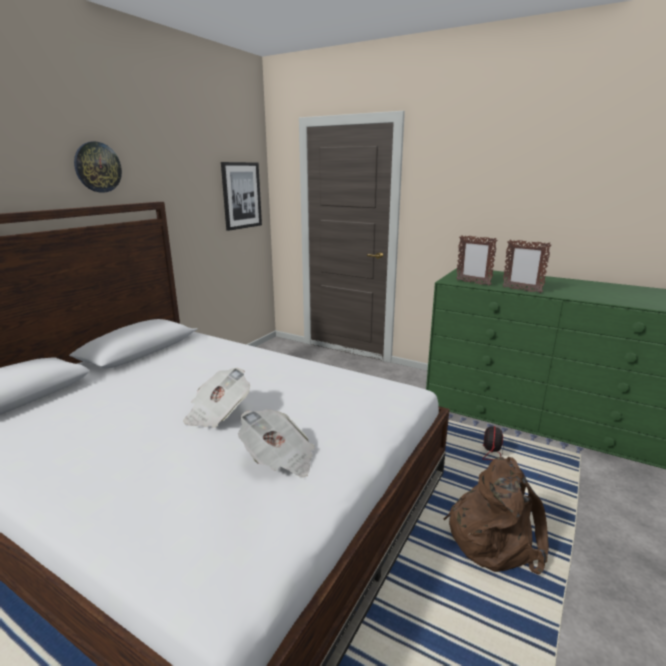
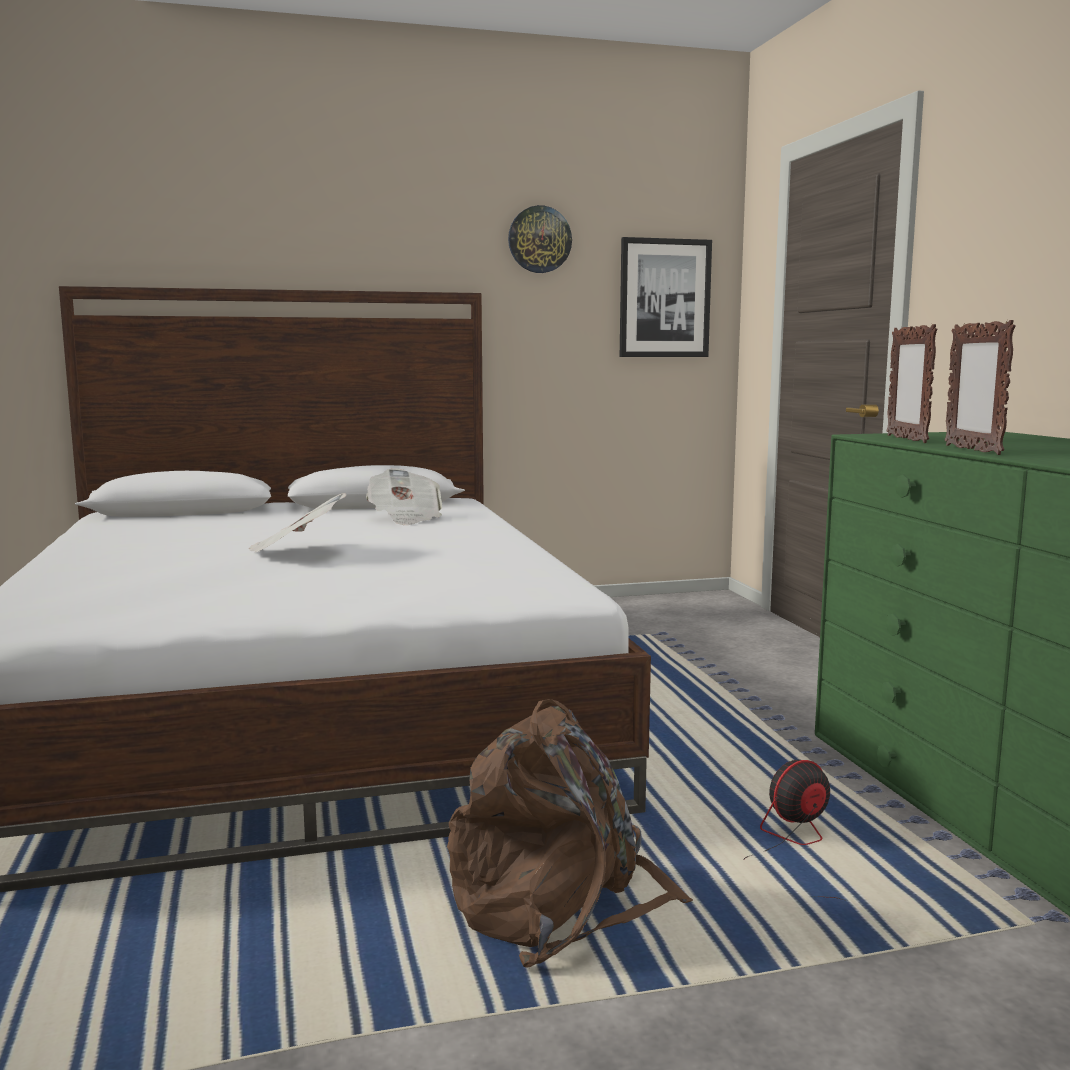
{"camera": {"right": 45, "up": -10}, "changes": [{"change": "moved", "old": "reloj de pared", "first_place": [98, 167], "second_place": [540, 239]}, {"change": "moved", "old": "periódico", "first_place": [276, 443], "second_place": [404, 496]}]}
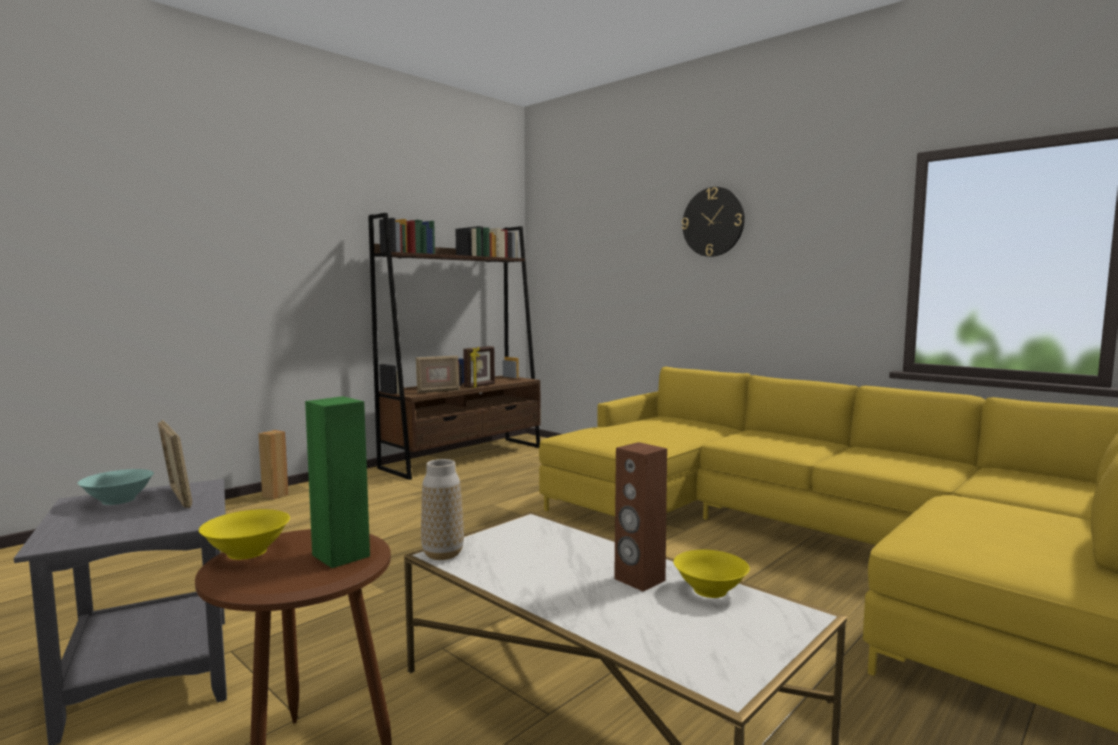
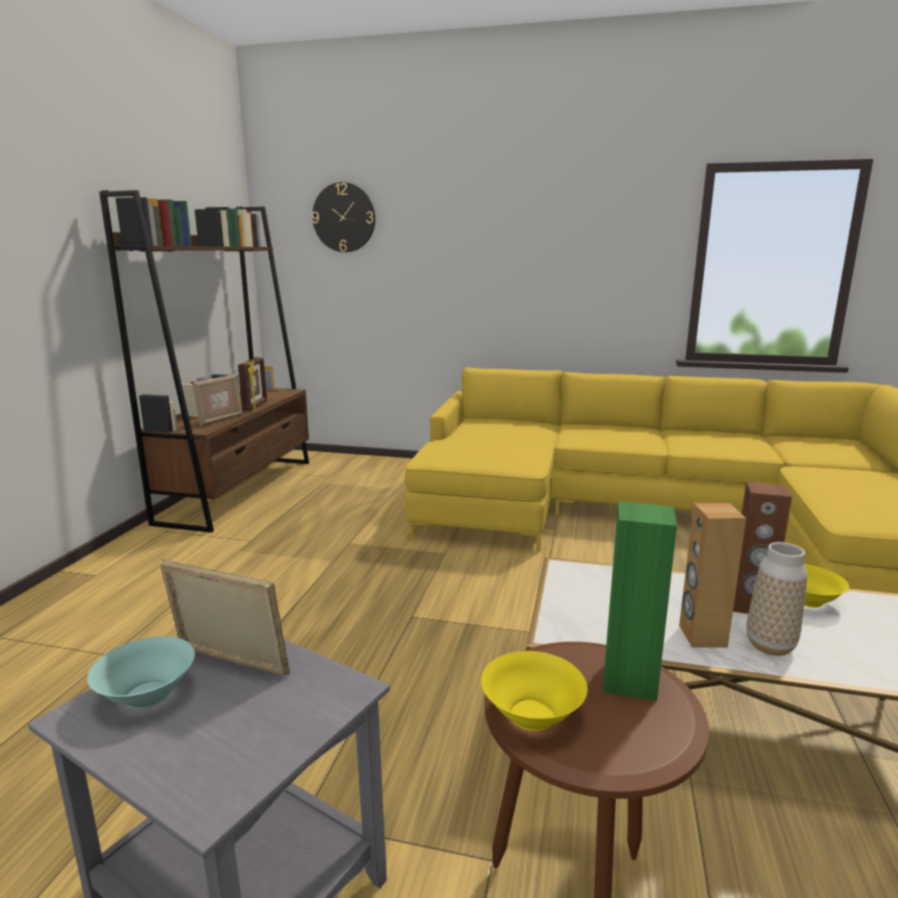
{"camera": {"right": -30, "up": 10}, "changes": [{"change": "moved", "old": "altavoz (marrón)", "first_place": [273, 464], "second_place": [712, 575]}, {"change": "moved", "old": "florero", "first_place": [442, 509], "second_place": [777, 599]}, {"change": "moved", "old": "reloj de pared", "first_place": [713, 222], "second_place": [343, 217]}]}
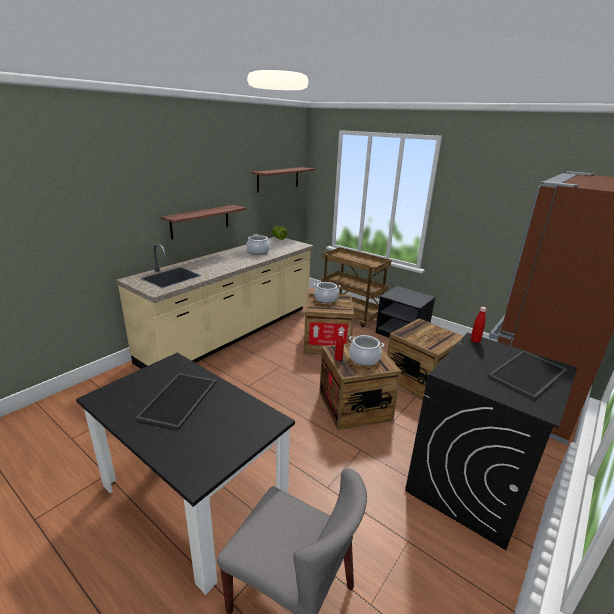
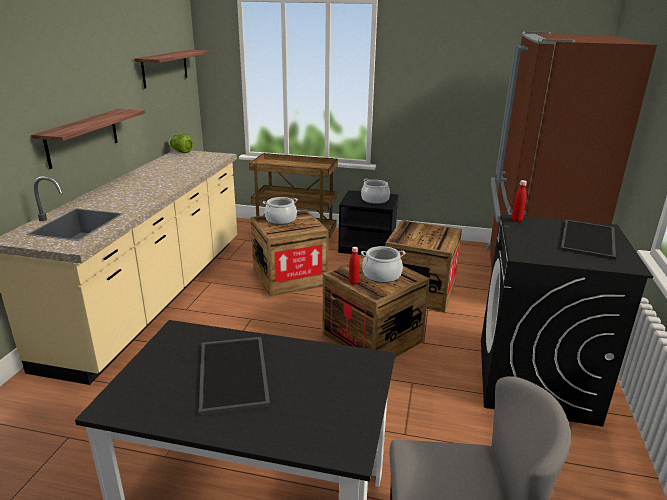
{"camera": {"right": -25, "up": 0}, "changes": [{"change": "moved", "old": "olla", "first_place": [258, 244], "second_place": [375, 191]}]}
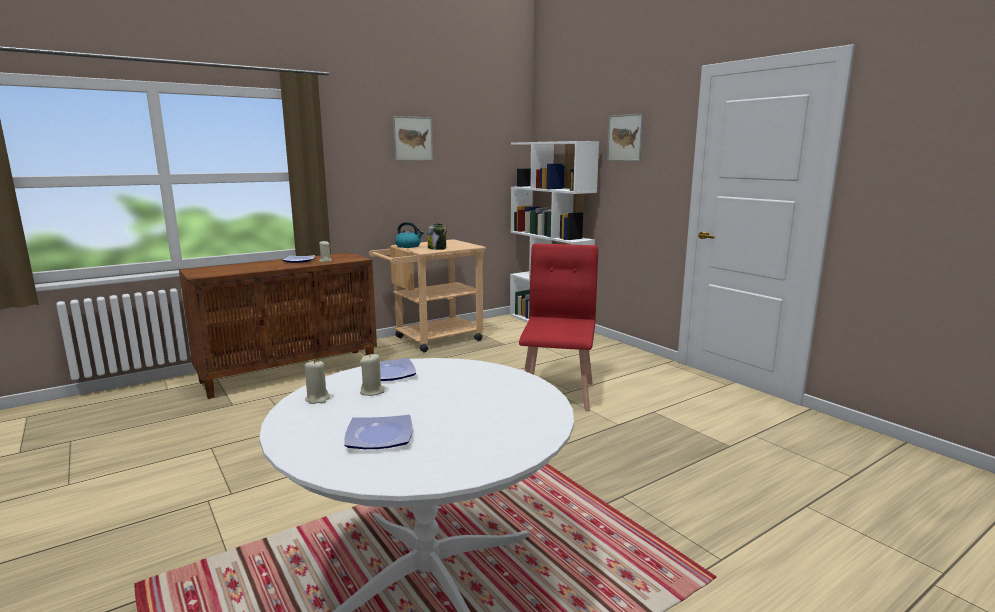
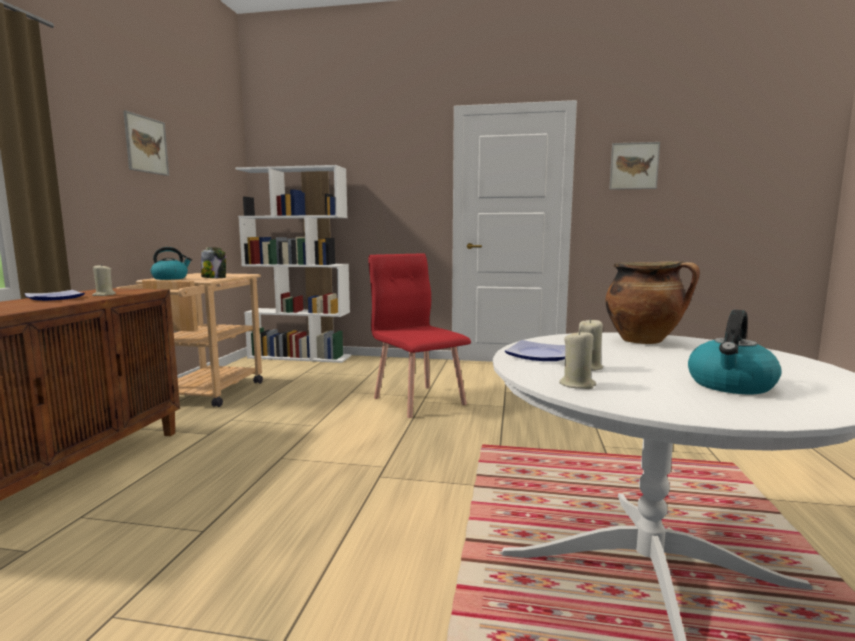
{"camera": {"right": -45, "up": -5}, "changes": [{"change": "replaced", "old": "plato", "new": "hervidor", "first_place": [378, 432], "second_place": [734, 352]}, {"change": "moved", "old": "cuadro", "first_place": [625, 137], "second_place": [634, 166]}, {"change": "added", "new": "olla", "second_place": [653, 302]}]}
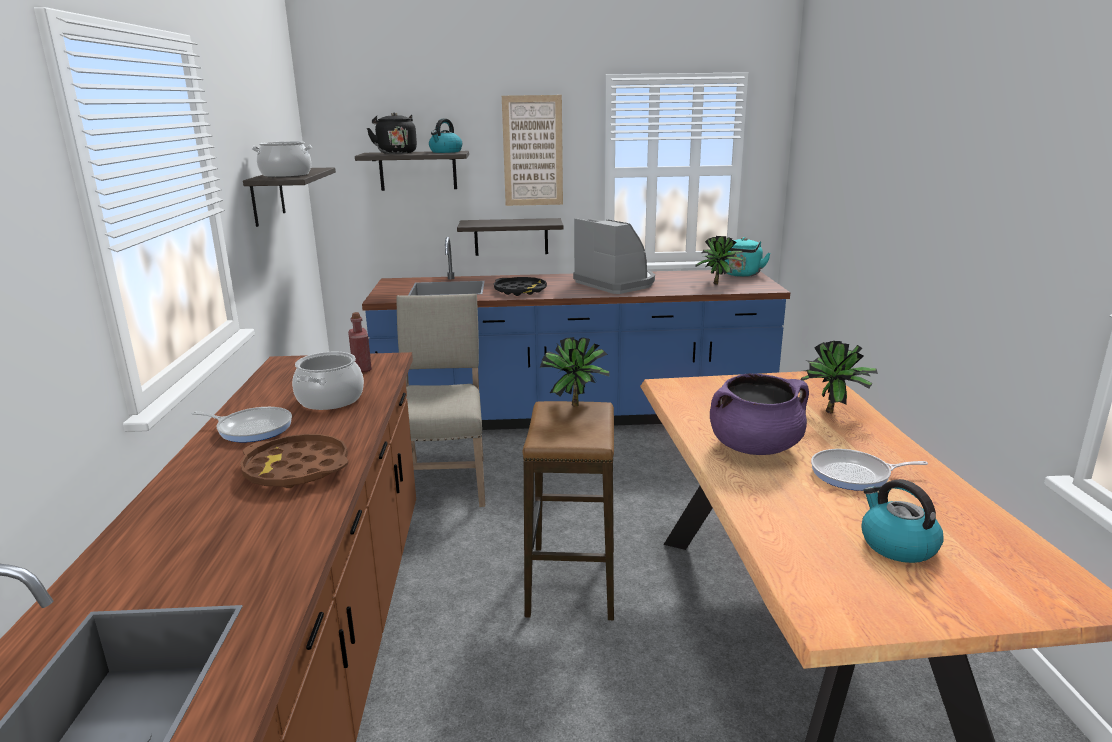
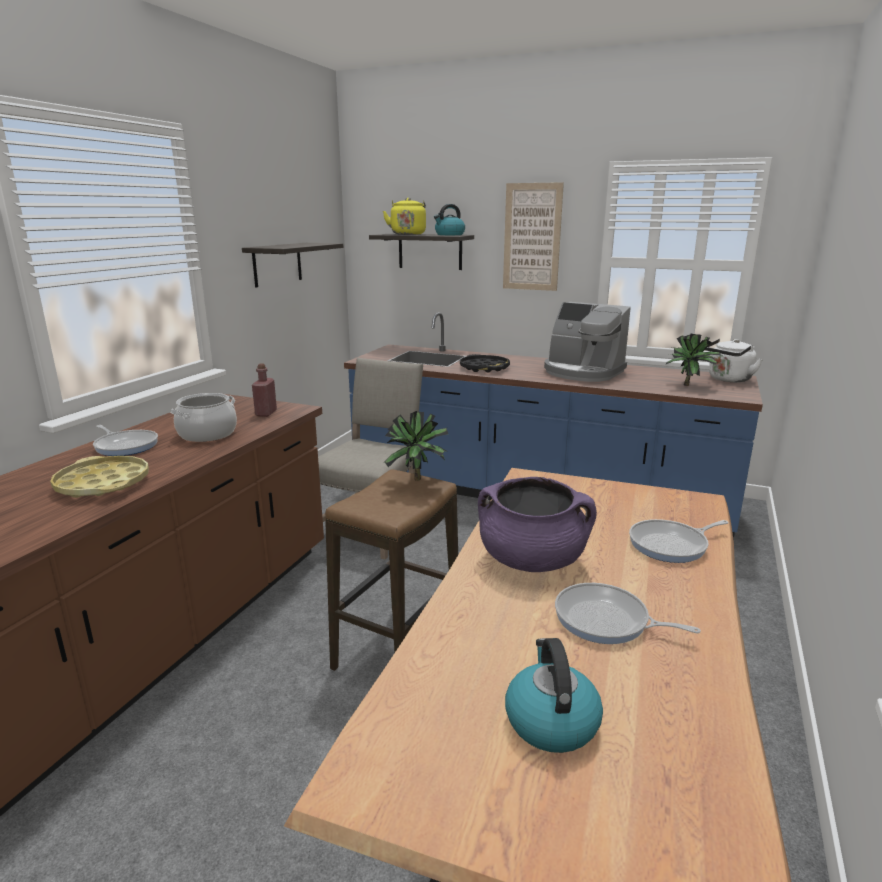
{"camera": {"right": 25, "up": 0}, "changes": [{"change": "recoloured", "old": "bandeja (marrón)", "new": "bandeja (amarillo)", "first_place": [294, 461], "second_place": [99, 477]}, {"change": "removed", "old": "olla", "first_place": [282, 159]}, {"change": "recoloured", "old": "hervidor (negro)", "new": "hervidor (amarillo)", "first_place": [392, 133], "second_place": [404, 216]}, {"change": "removed", "old": "estante", "first_place": [510, 237]}, {"change": "turned", "old": "cafetera", "first_place": [614, 256], "second_place": [587, 342], "degrees": 135}, {"change": "recoloured", "old": "hervidor (turquesa)", "new": "hervidor (blanco)", "first_place": [747, 257], "second_place": [734, 360]}, {"change": "replaced", "old": "planta en maceta", "new": "sartén", "first_place": [839, 377], "second_place": [679, 541]}]}
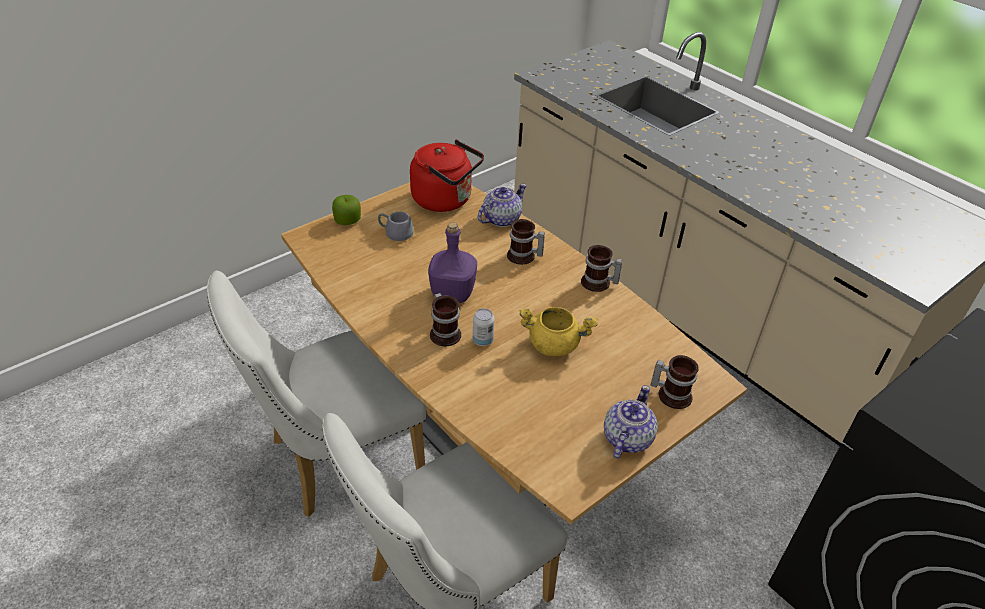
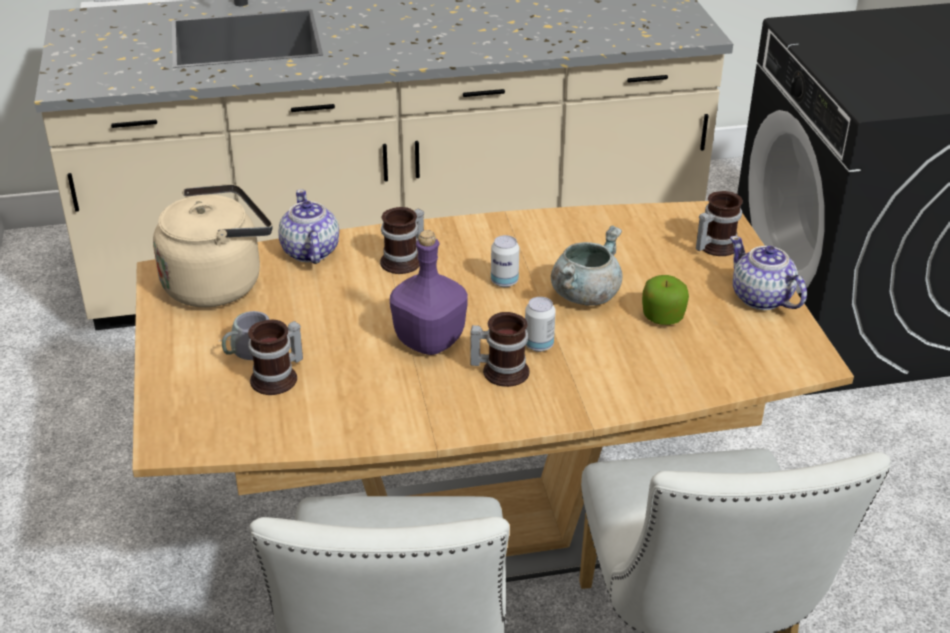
{"camera": {"right": -60, "up": -5}, "changes": [{"change": "moved", "old": "manzana", "first_place": [346, 210], "second_place": [665, 300]}, {"change": "recoloured", "old": "hervidor (rojo)", "new": "hervidor (beis)", "first_place": [447, 176], "second_place": [213, 245]}, {"change": "recoloured", "old": "olla (amarillo)", "new": "olla (gris)", "first_place": [559, 331], "second_place": [586, 265]}, {"change": "moved", "old": "taza grande", "first_place": [601, 268], "second_place": [275, 357]}, {"change": "added", "new": "lata", "second_place": [505, 261]}]}
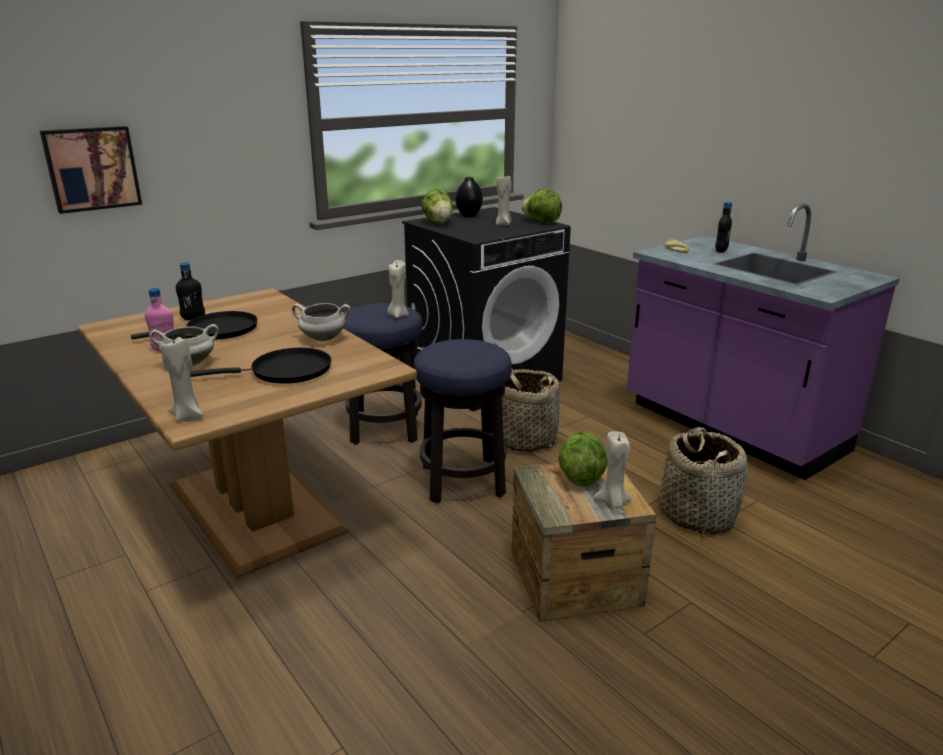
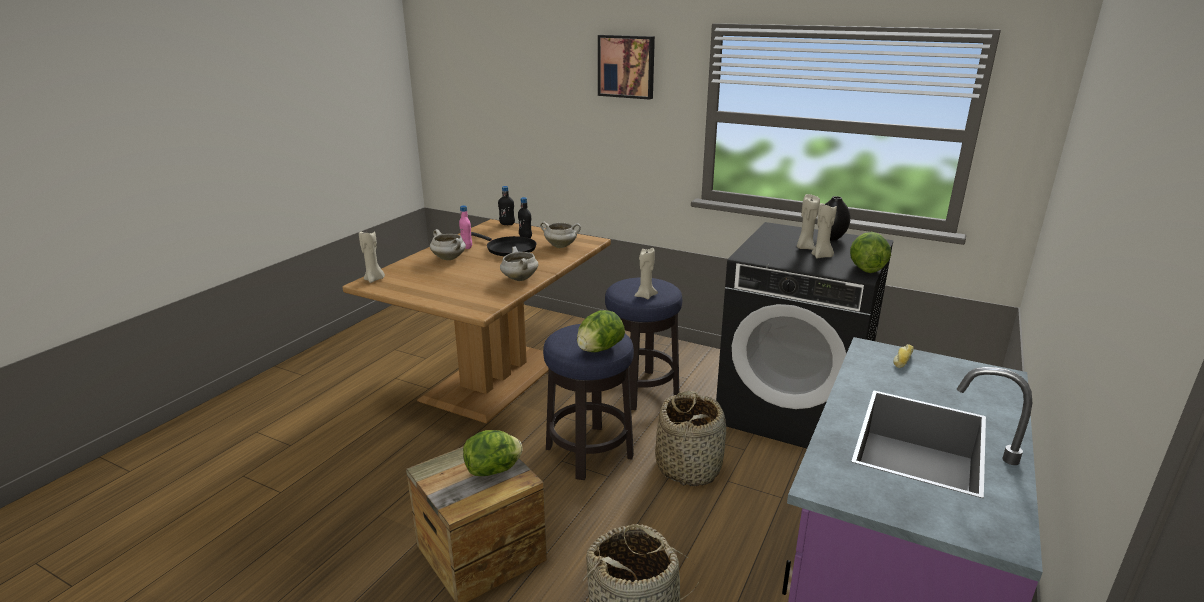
{"camera": {"right": 65, "up": 0}, "changes": [{"change": "moved", "old": "cuadro", "first_place": [91, 170], "second_place": [626, 67]}, {"change": "removed", "old": "sartén (negro)", "first_place": [260, 366]}, {"change": "moved", "old": "lechuga", "first_place": [437, 206], "second_place": [601, 331]}, {"change": "moved", "old": "vela (beis)", "first_place": [613, 470], "second_place": [808, 222]}, {"change": "moved", "old": "botella (negro)", "first_place": [723, 227], "second_place": [506, 205]}, {"change": "added", "new": "olla (blanco)", "second_place": [560, 234]}]}
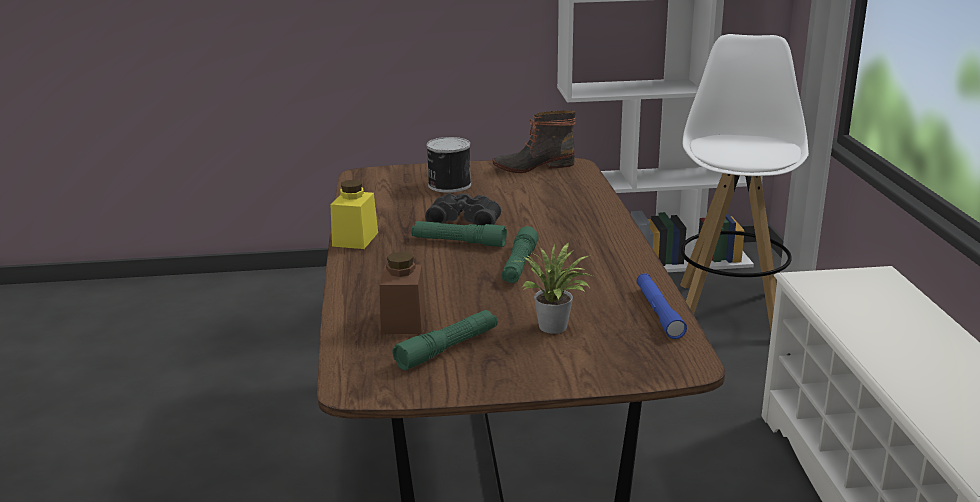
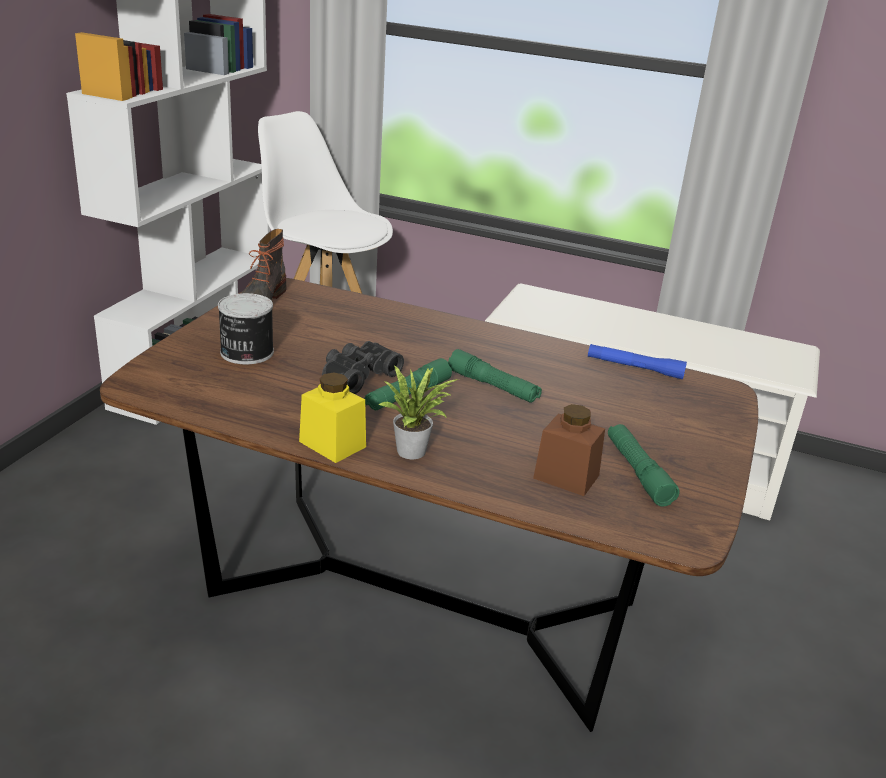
{"camera": {"right": -65, "up": 5}, "changes": [{"change": "moved", "old": "planta en maceta", "first_place": [552, 288], "second_place": [417, 412]}]}
